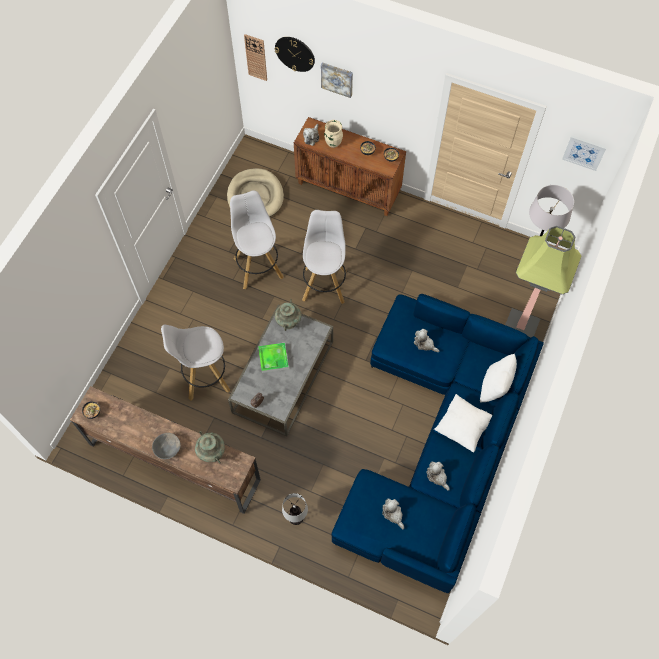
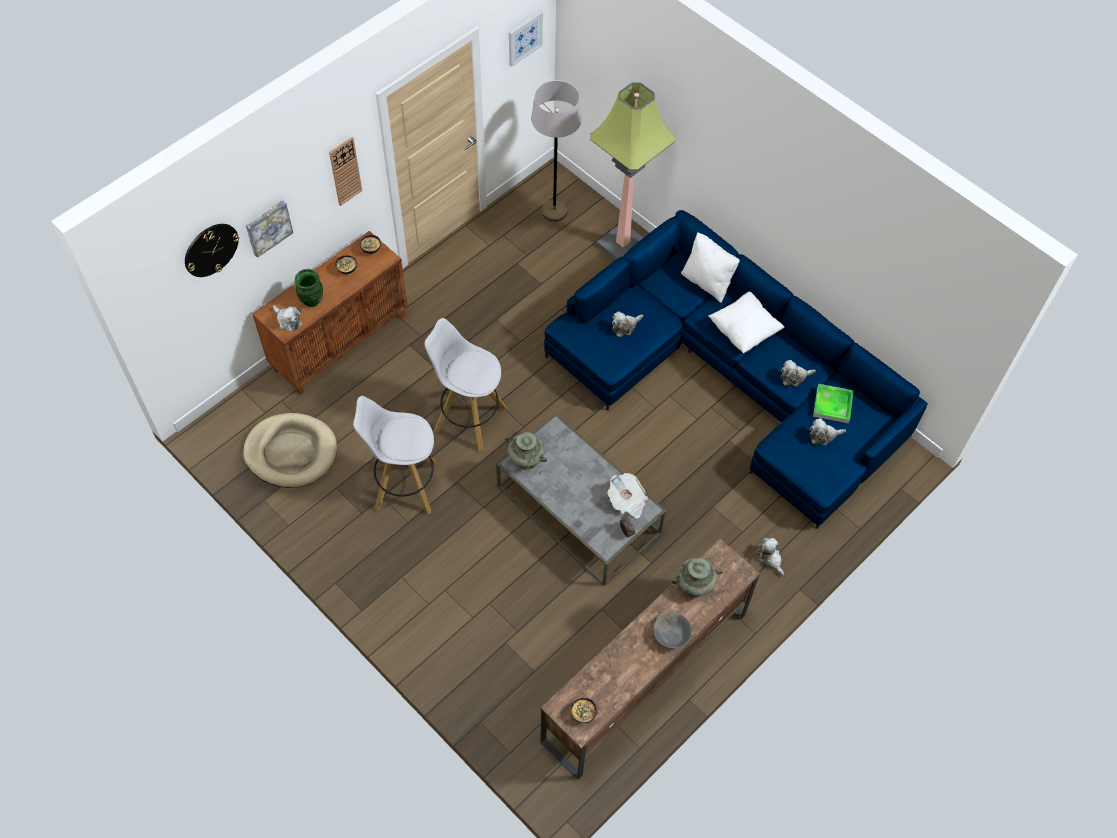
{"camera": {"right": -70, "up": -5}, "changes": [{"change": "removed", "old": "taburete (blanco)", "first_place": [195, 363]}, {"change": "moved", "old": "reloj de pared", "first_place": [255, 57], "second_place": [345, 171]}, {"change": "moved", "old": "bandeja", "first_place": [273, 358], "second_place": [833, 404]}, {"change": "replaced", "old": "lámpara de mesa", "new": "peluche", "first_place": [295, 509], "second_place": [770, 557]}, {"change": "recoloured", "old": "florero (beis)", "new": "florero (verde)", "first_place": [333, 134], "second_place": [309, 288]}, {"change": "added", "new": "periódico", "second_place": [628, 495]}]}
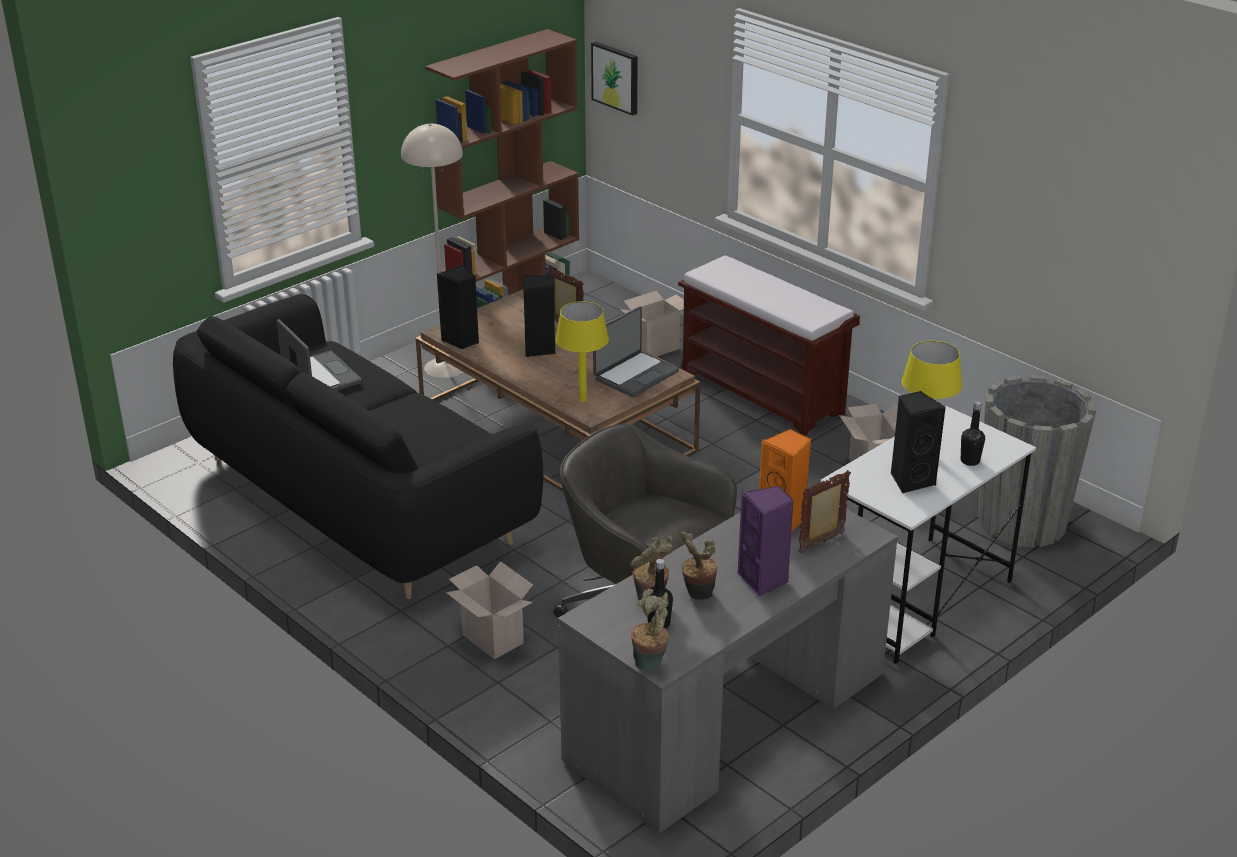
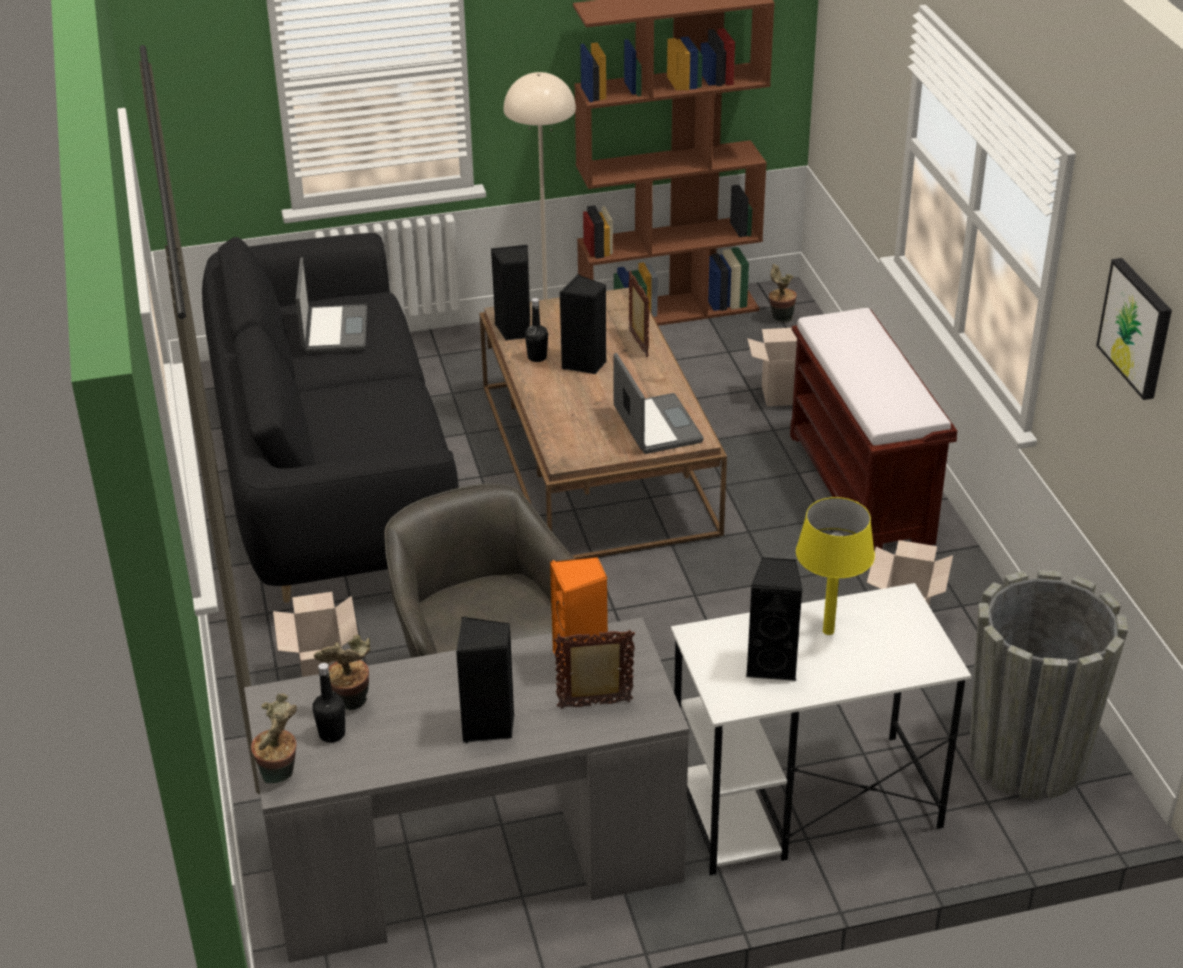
{"camera": {"right": 30, "up": 5}, "changes": [{"change": "removed", "old": "lámpara de mesa (amarillo)", "first_place": [582, 351]}, {"change": "moved", "old": "cuadro", "first_place": [614, 79], "second_place": [1134, 329]}, {"change": "turned", "old": "portátil", "first_place": [636, 351], "second_place": [658, 403], "degrees": -90}, {"change": "moved", "old": "planta en maceta", "first_place": [699, 566], "second_place": [783, 293]}, {"change": "recoloured", "old": "altavoz (morado)", "new": "altavoz (negro)", "first_place": [765, 541], "second_place": [485, 679]}, {"change": "moved", "old": "botella (negro)", "first_place": [973, 433], "second_place": [536, 330]}]}
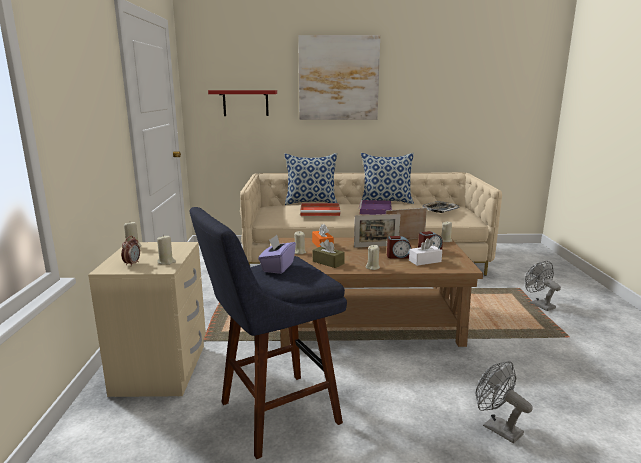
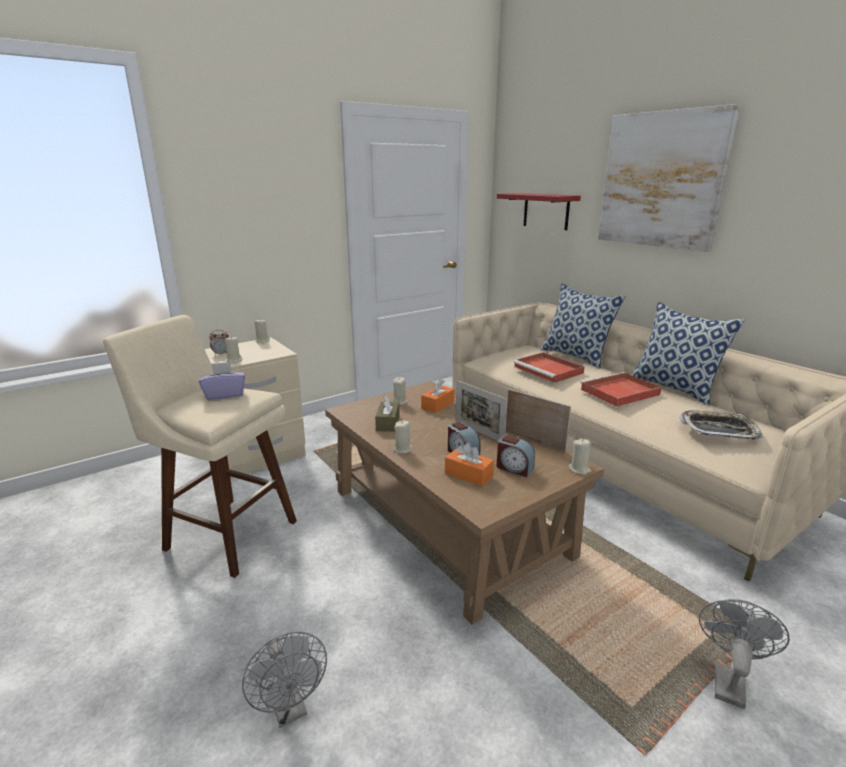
{"camera": {"right": 55, "up": 5}, "changes": [{"change": "recoloured", "old": "taburete (azul)", "new": "taburete (beis)", "first_place": [268, 333], "second_place": [200, 446]}, {"change": "recoloured", "old": "bandeja (morado)", "new": "bandeja (rojo)", "first_place": [375, 207], "second_place": [621, 389]}, {"change": "recoloured", "old": "caja de pañuelos (blanco)", "new": "caja de pañuelos (naranja)", "first_place": [425, 252], "second_place": [469, 464]}, {"change": "turned", "old": "ventilador (gris)", "first_place": [504, 402], "second_place": [284, 680], "degrees": 135}]}
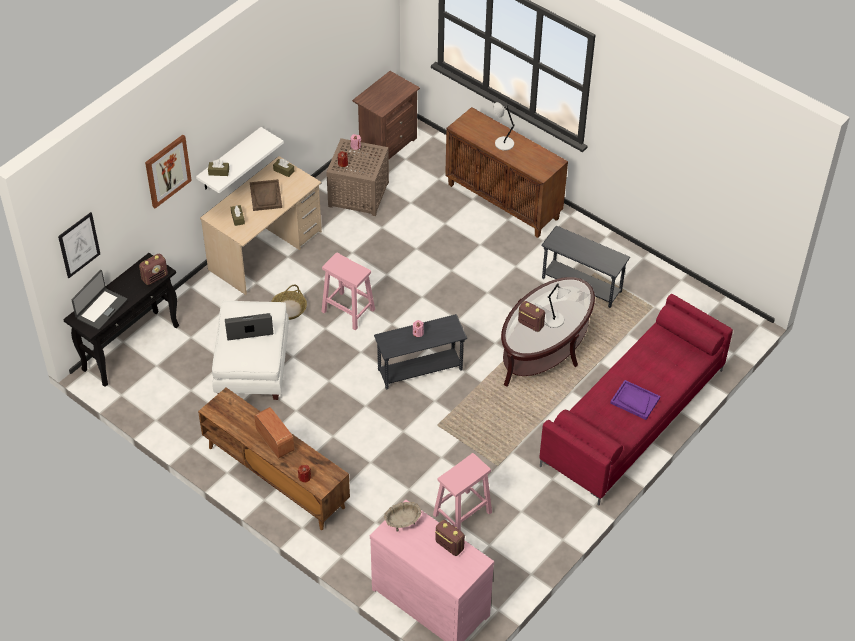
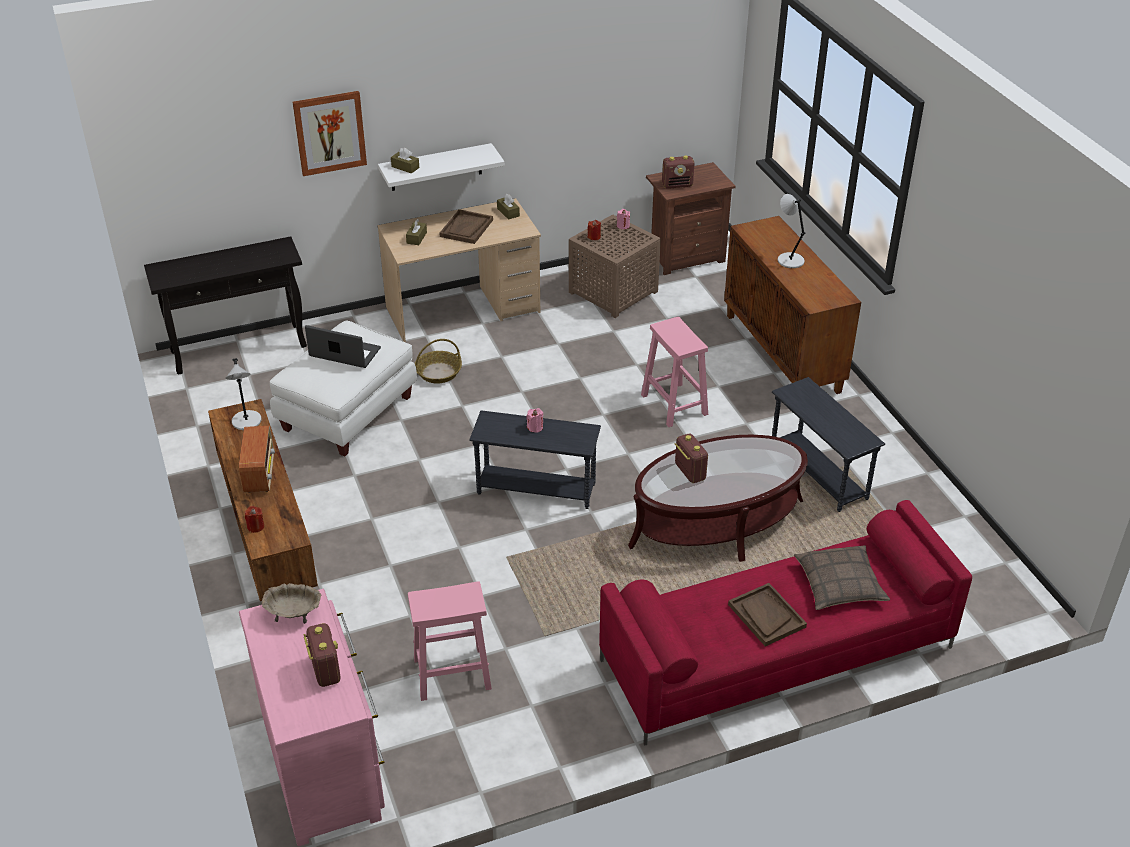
{"camera": {"right": 30, "up": -10}, "changes": [{"change": "removed", "old": "cuadro", "first_place": [79, 245]}, {"change": "removed", "old": "portátil", "first_place": [99, 300]}, {"change": "moved", "old": "radio", "first_place": [153, 269], "second_place": [678, 172]}, {"change": "moved", "old": "taburete (rosa)", "first_place": [348, 291], "second_place": [674, 372]}, {"change": "moved", "old": "lámpara de mesa (gris)", "first_place": [557, 305], "second_place": [244, 394]}, {"change": "recoloured", "old": "bandeja (morado)", "new": "bandeja (marrón)", "first_place": [635, 400], "second_place": [767, 614]}, {"change": "added", "new": "cojín", "second_place": [842, 577]}]}
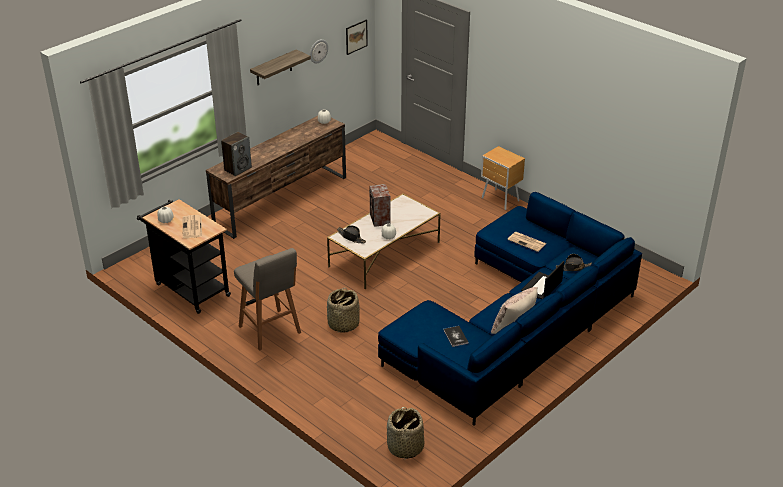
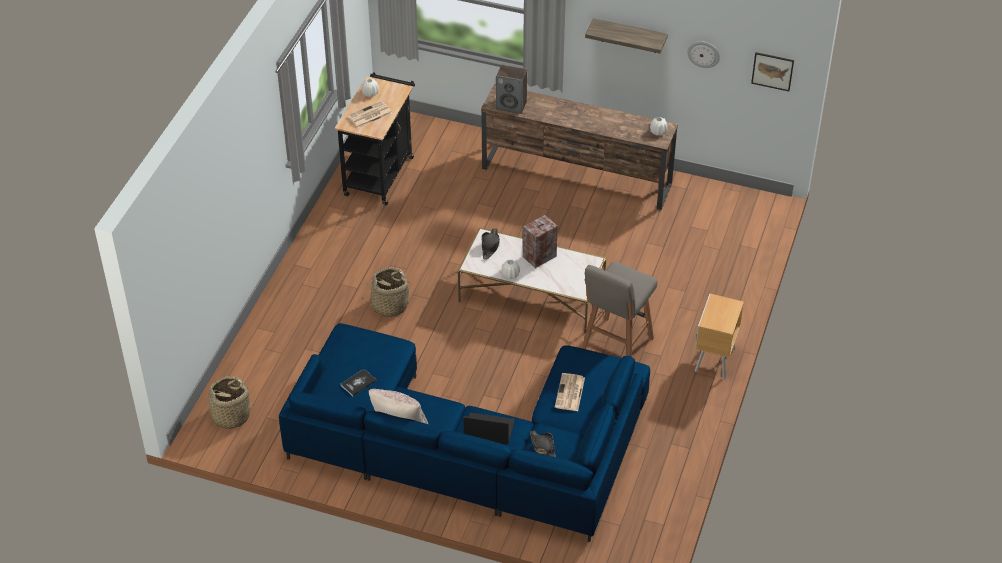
{"camera": {"right": 65, "up": 10}, "changes": [{"change": "moved", "old": "taburete (gris)", "first_place": [267, 299], "second_place": [620, 309]}]}
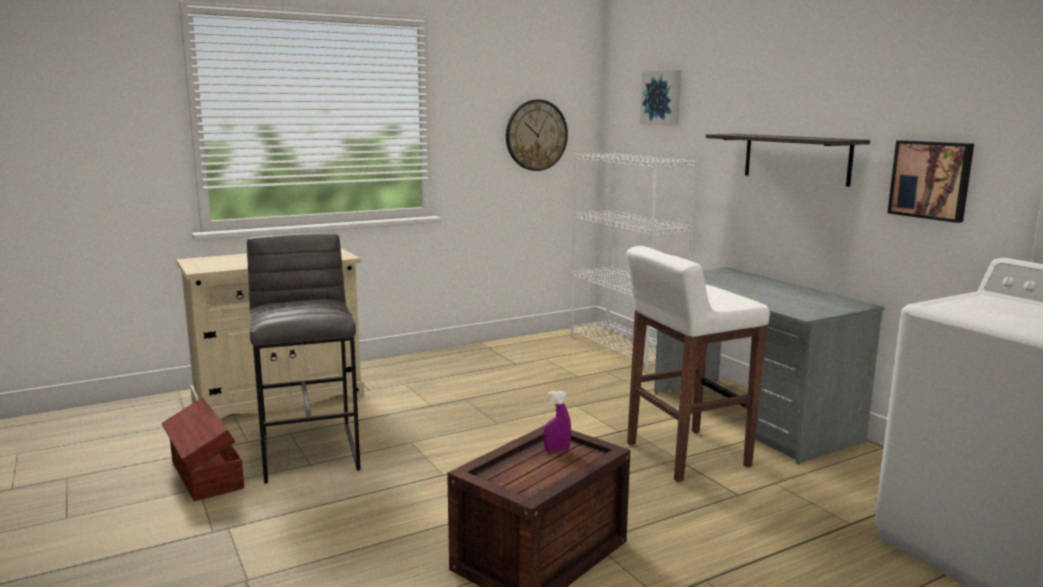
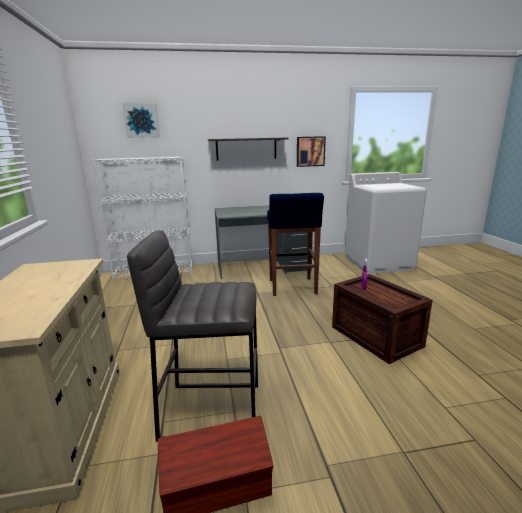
{"camera": {"right": -70, "up": 5}, "changes": [{"change": "removed", "old": "reloj de pared", "first_place": [537, 135]}, {"change": "recoloured", "old": "taburete (blanco)", "new": "taburete (azul)", "first_place": [698, 364], "second_place": [295, 244]}]}
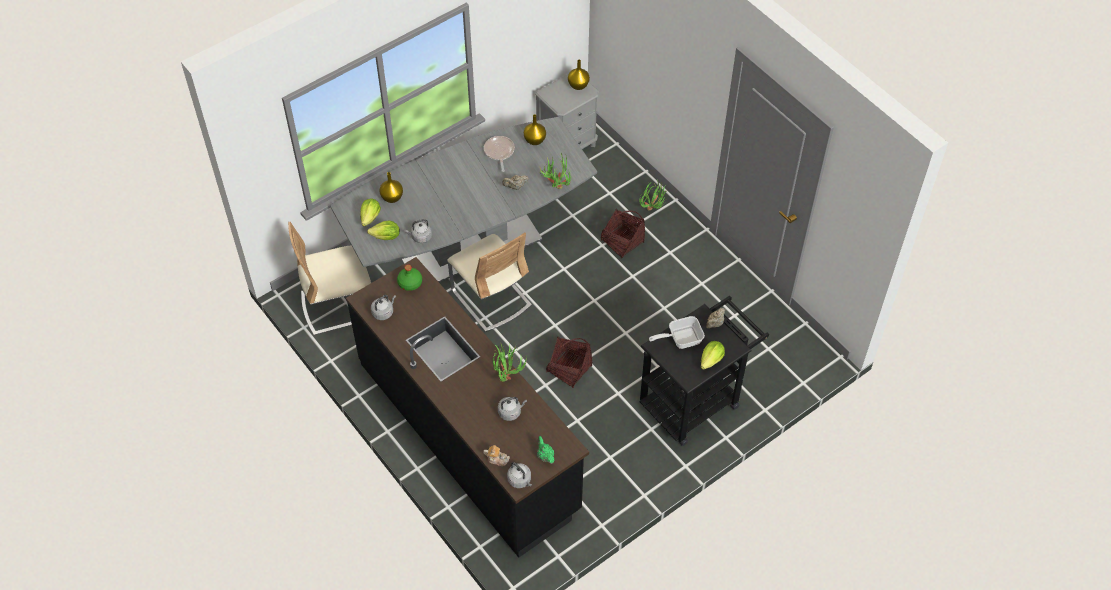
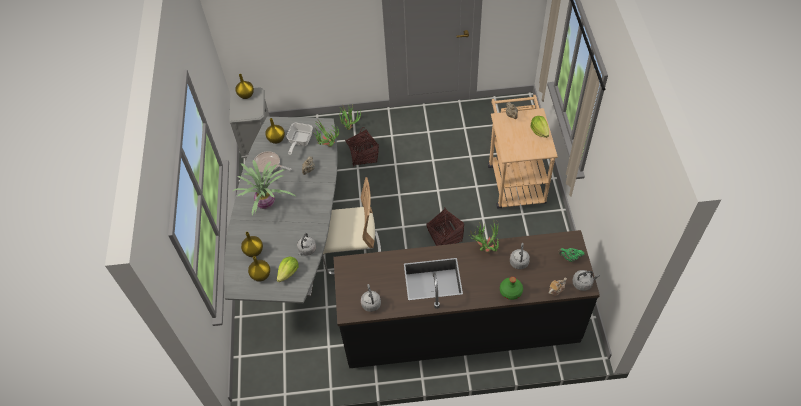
{"camera": {"right": -55, "up": 0}, "changes": [{"change": "removed", "old": "silla (beis)", "first_place": [329, 278]}, {"change": "replaced", "old": "lechuga", "new": "florero (amarillo)", "first_place": [370, 212], "second_place": [259, 269]}, {"change": "moved", "old": "botella (verde)", "first_place": [409, 278], "second_place": [511, 288]}, {"change": "recoloured", "old": "carrito (negro)", "new": "carrito (beis)", "first_place": [704, 371], "second_place": [523, 151]}, {"change": "moved", "old": "sartén", "first_place": [677, 332], "second_place": [299, 139]}, {"change": "added", "new": "planta en maceta", "second_place": [265, 187]}]}
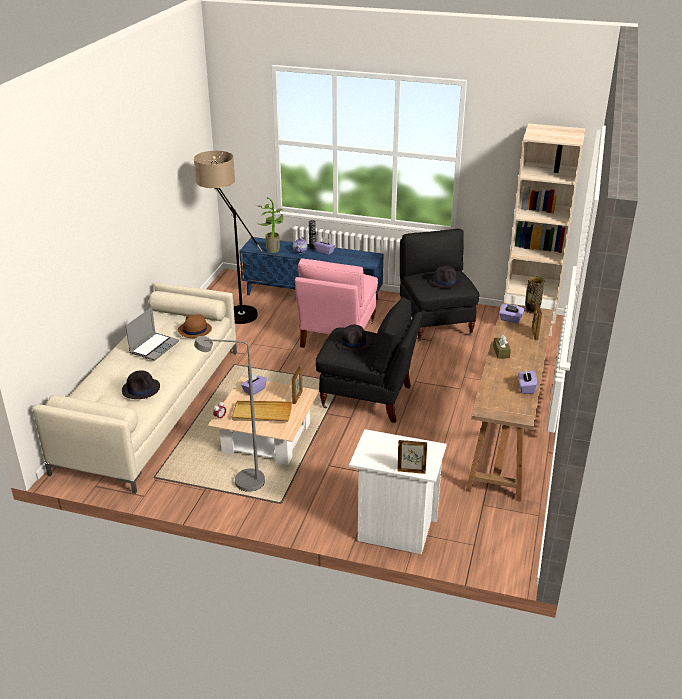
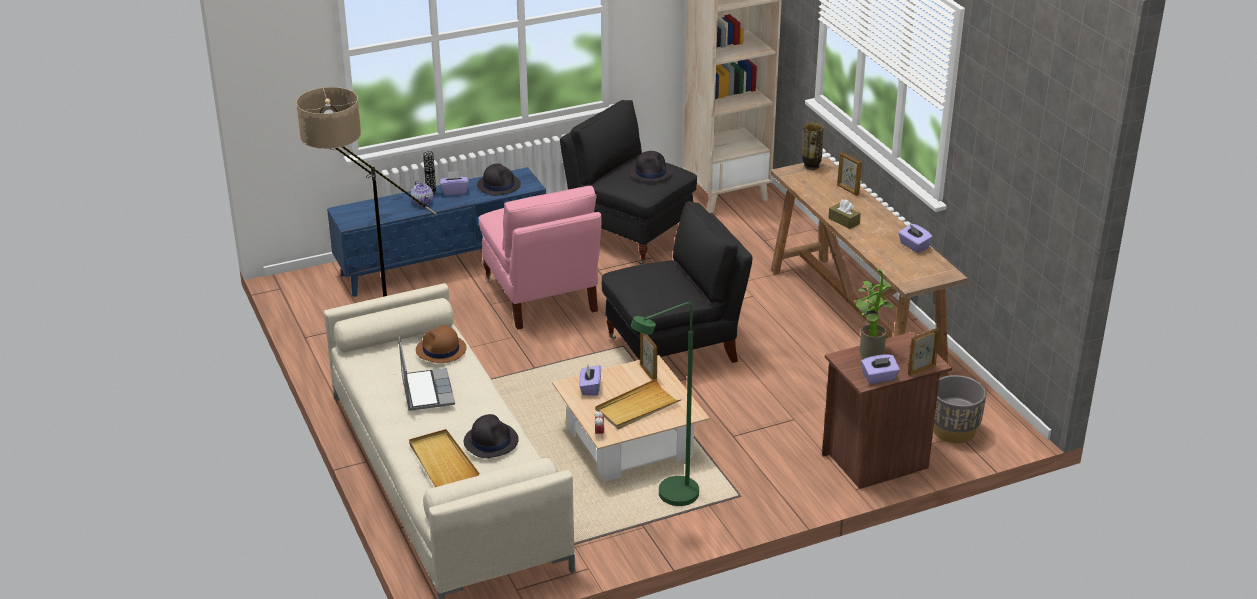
{"camera": {"right": -40, "up": 0}, "changes": [{"change": "recoloured", "old": "lámpara de pie (gris)", "new": "lámpara de pie (verde)", "first_place": [229, 414], "second_place": [665, 404]}, {"change": "moved", "old": "planta en maceta", "first_place": [270, 225], "second_place": [874, 314]}, {"change": "moved", "old": "sombrero (negro)", "first_place": [354, 338], "second_place": [499, 179]}, {"change": "recoloured", "old": "mesita de noche (blanco)", "new": "mesita de noche (marrón)", "first_place": [398, 491], "second_place": [887, 410]}, {"change": "moved", "old": "caja de pañuelos (morado)", "first_place": [512, 314], "second_place": [880, 369]}, {"change": "added", "new": "bandeja (beis)", "second_place": [444, 458]}, {"change": "added", "new": "maceta (gris)", "second_place": [959, 409]}]}
